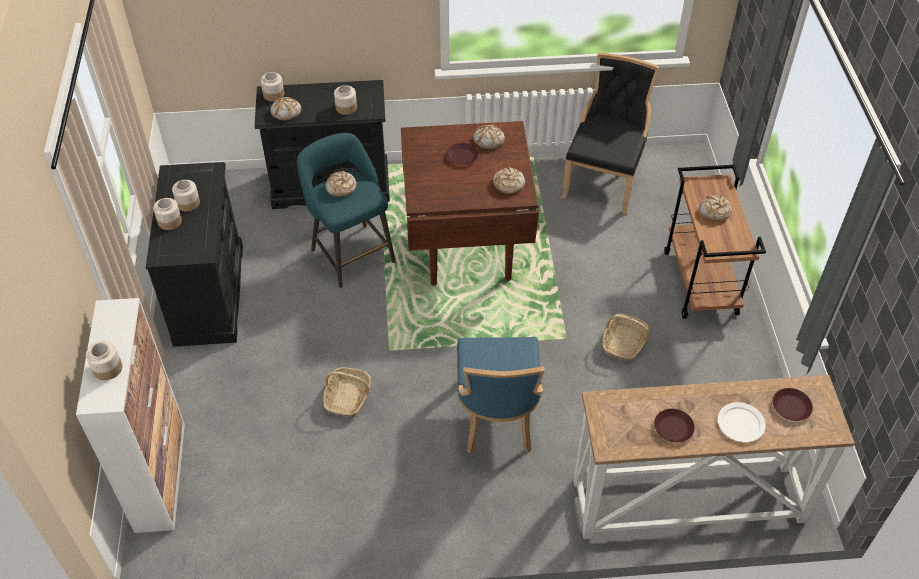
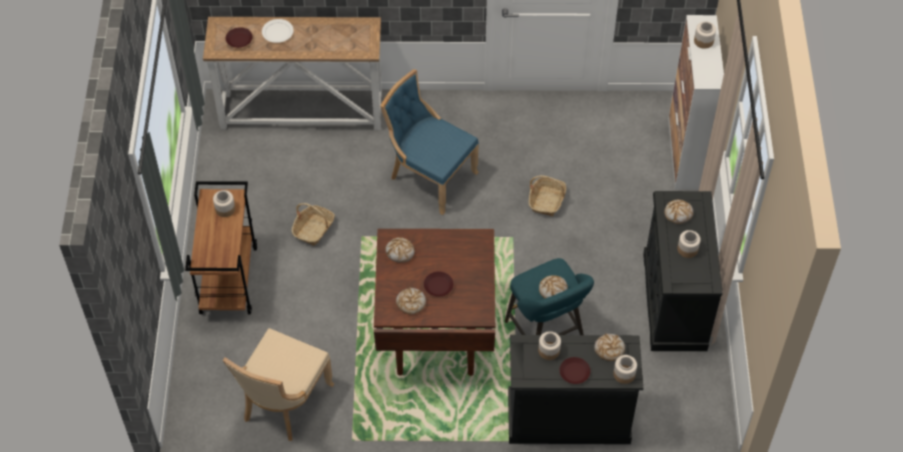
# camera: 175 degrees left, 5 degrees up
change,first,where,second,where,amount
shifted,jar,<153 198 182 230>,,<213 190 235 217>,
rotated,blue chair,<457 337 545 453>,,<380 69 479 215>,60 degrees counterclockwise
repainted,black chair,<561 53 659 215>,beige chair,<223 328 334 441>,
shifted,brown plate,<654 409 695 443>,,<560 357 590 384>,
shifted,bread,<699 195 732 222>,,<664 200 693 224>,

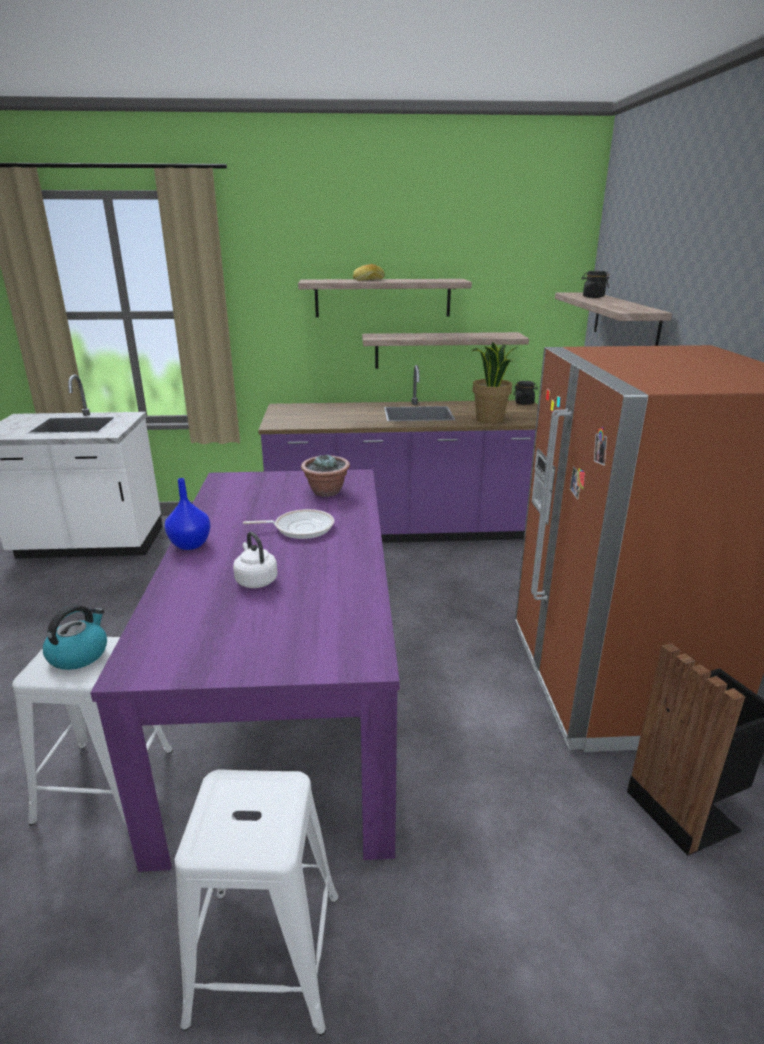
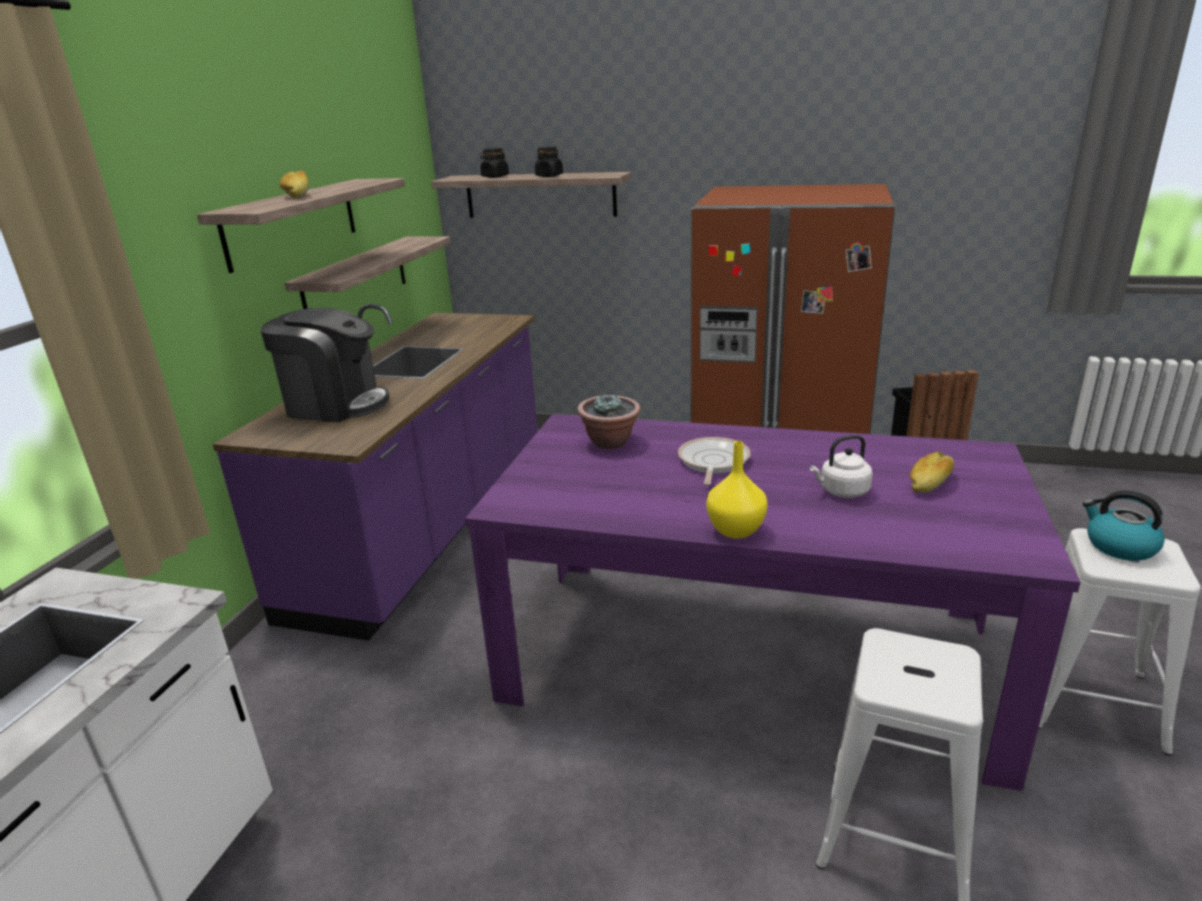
# camera: 70 degrees left, 0 degrees up
change,first,where,second,where,amount
shifted,kettle,<43 604 107 670>,,<1083 490 1165 561>,
repainted,blue vase,<165 478 211 550>,yellow vase,<706 441 768 539>,
gone,potted plant,<471 342 517 424>,,,
shifted,black jar,<513 381 538 405>,,<535 146 563 177>,
new,,,coffee machine,<261 308 389 422>,
new,,,bread,<910 451 954 493>,

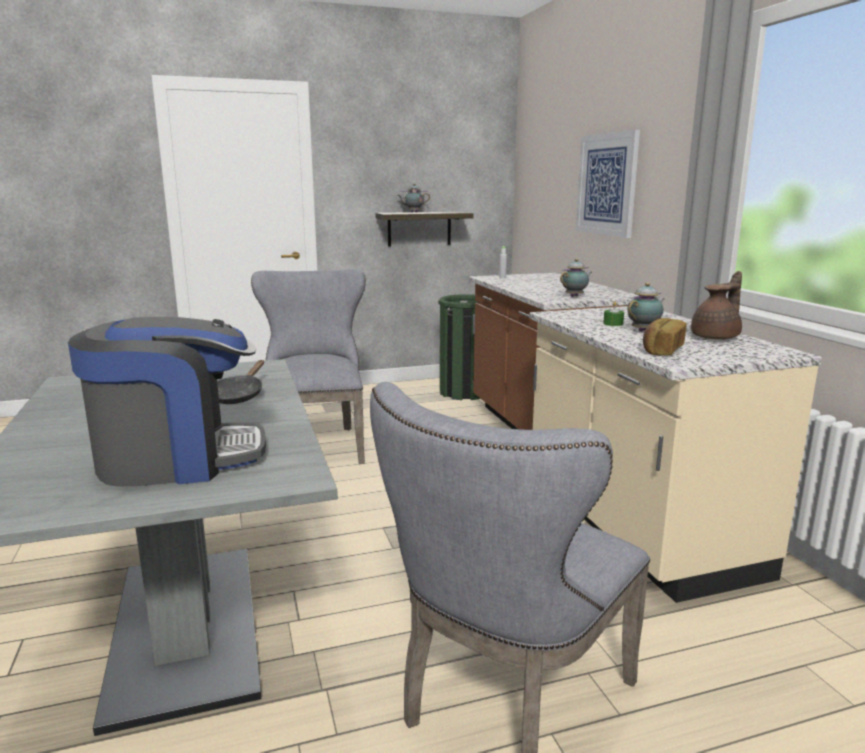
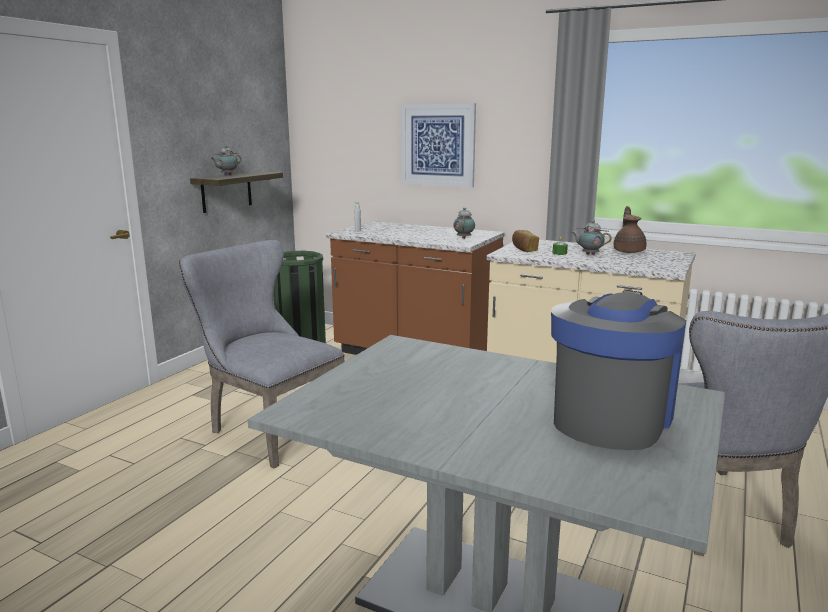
# camera: 45 degrees left, 0 degrees up
change,first,where,second,where,amount
gone,black frying pan,<217 360 264 404>,,,
rotated,teapot,<627 282 665 332>,,<572 220 612 255>,60 degrees counterclockwise
shifted,bread,<643 318 687 355>,,<512 230 539 252>,

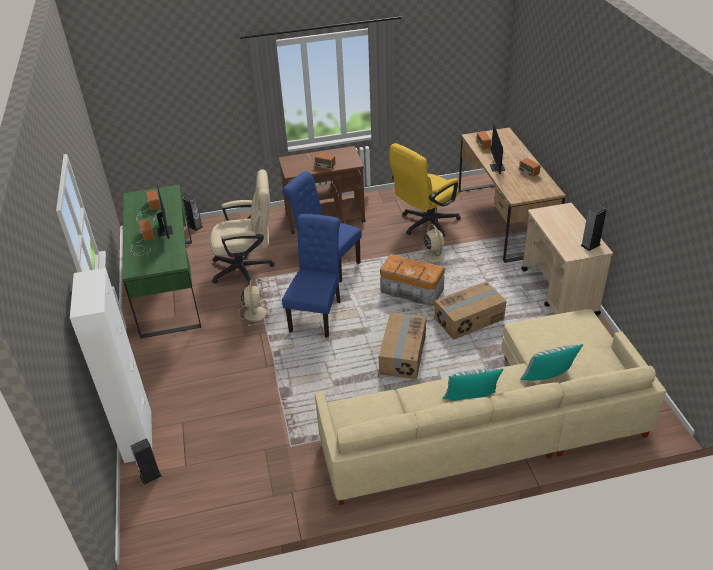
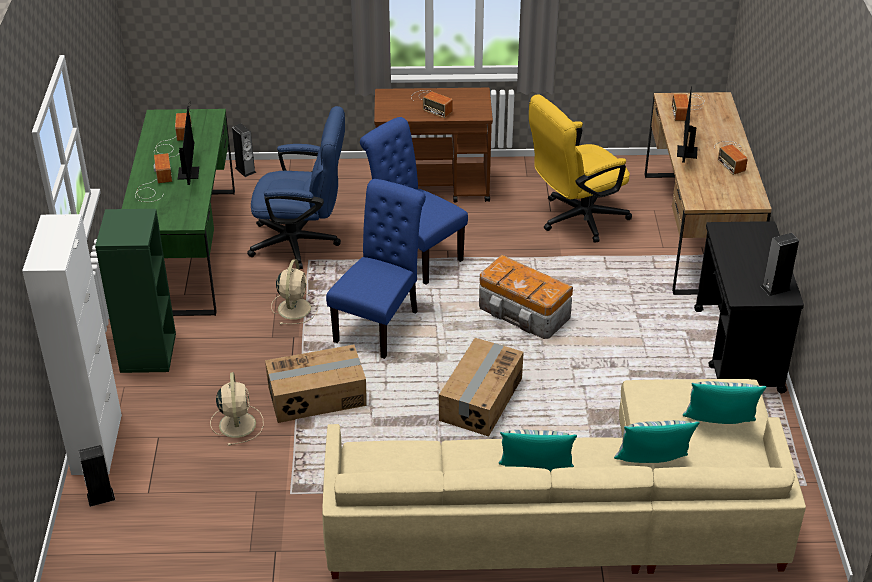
# camera: 10 degrees right, 0 degrees up
change,first,where,second,where,amount
repainted,beige office chair,<210 170 274 284>,blue office chair,<247 106 345 269>,
shifted,beige fan,<420 224 450 266>,,<210 372 264 446>,
shifted,cardboard box,<434 281 507 340>,,<265 345 367 423>,
repainted,beige cart,<521 203 613 315>,black cart,<694 221 804 393>,
new,,,green bookcase,<95 209 176 373>,
new,,,pillow,<683 381 766 424>,

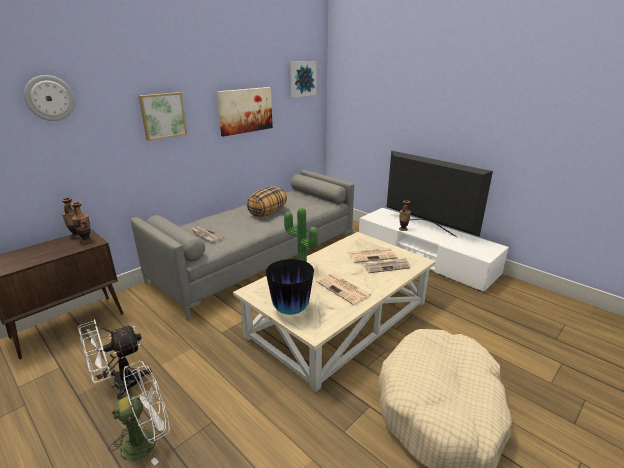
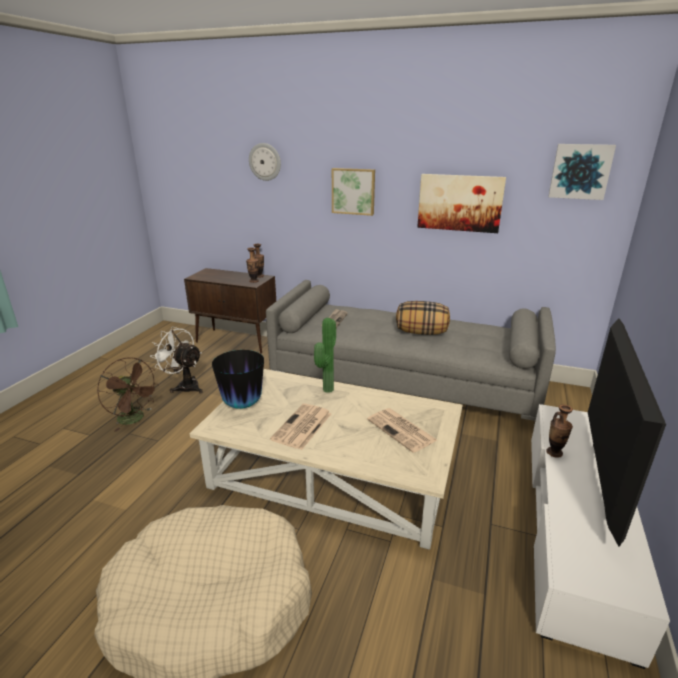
# camera: 65 degrees right, 0 degrees up
change,first,where,second,where,amount
repainted,white fan,<108 361 170 465>,brown fan,<97 357 159 432>,
gone,newspaper,<364 258 410 273>,,,

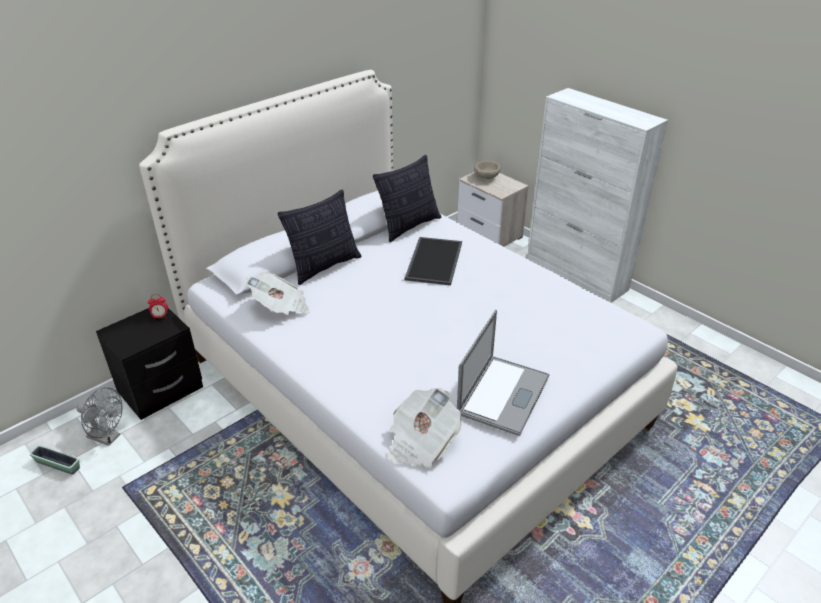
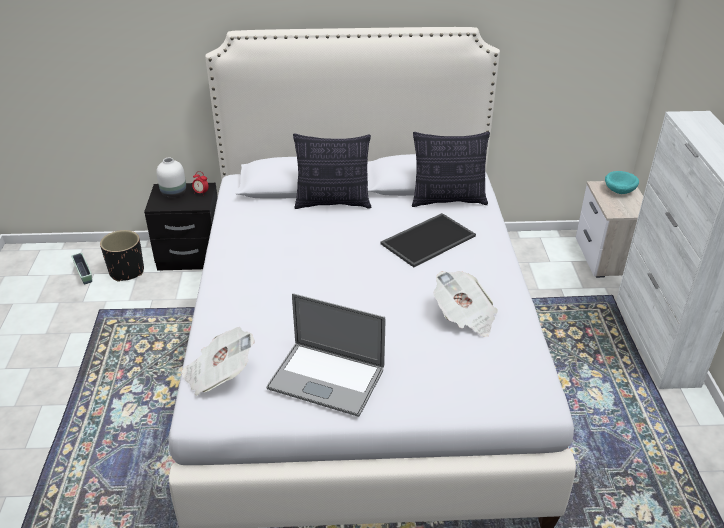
# camera: 40 degrees right, 0 degrees up
change,first,where,second,where,amount
swapped,grey fan,<76 387 123 446>,black planter,<100 230 144 282>,
shifted,newspaper,<246 273 310 315>,,<433 271 498 337>,
rotated,laptop,<457 310 550 436>,,<266 293 386 417>,45 degrees clockwise
repainted,beige bowl,<474 161 501 179>,turquoise bowl,<605 171 639 194>,
new,,,white vase,<156 158 186 197>,

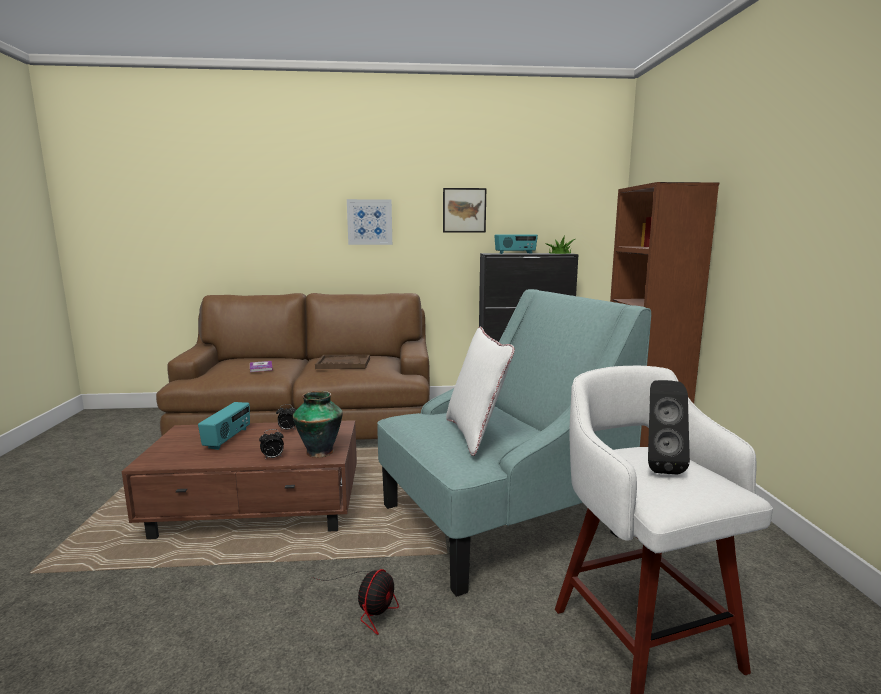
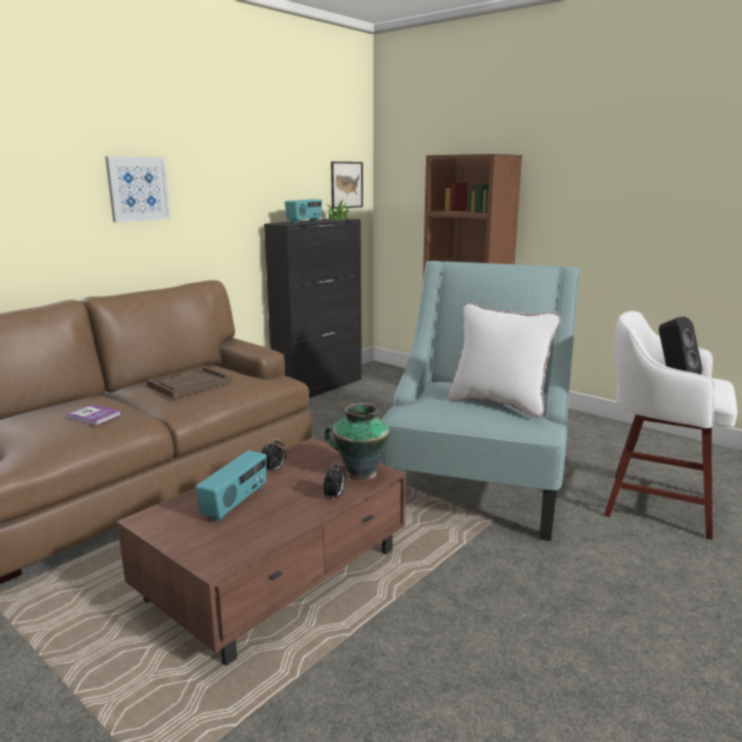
# camera: 45 degrees left, 5 degrees up
change,first,where,second,where,amount
rotated,radio,<198 402 250 450>,,<195 450 267 522>,60 degrees clockwise
gone,fan,<312 569 399 635>,,,
shifted,picture,<443 188 486 232>,,<331 162 363 209>,

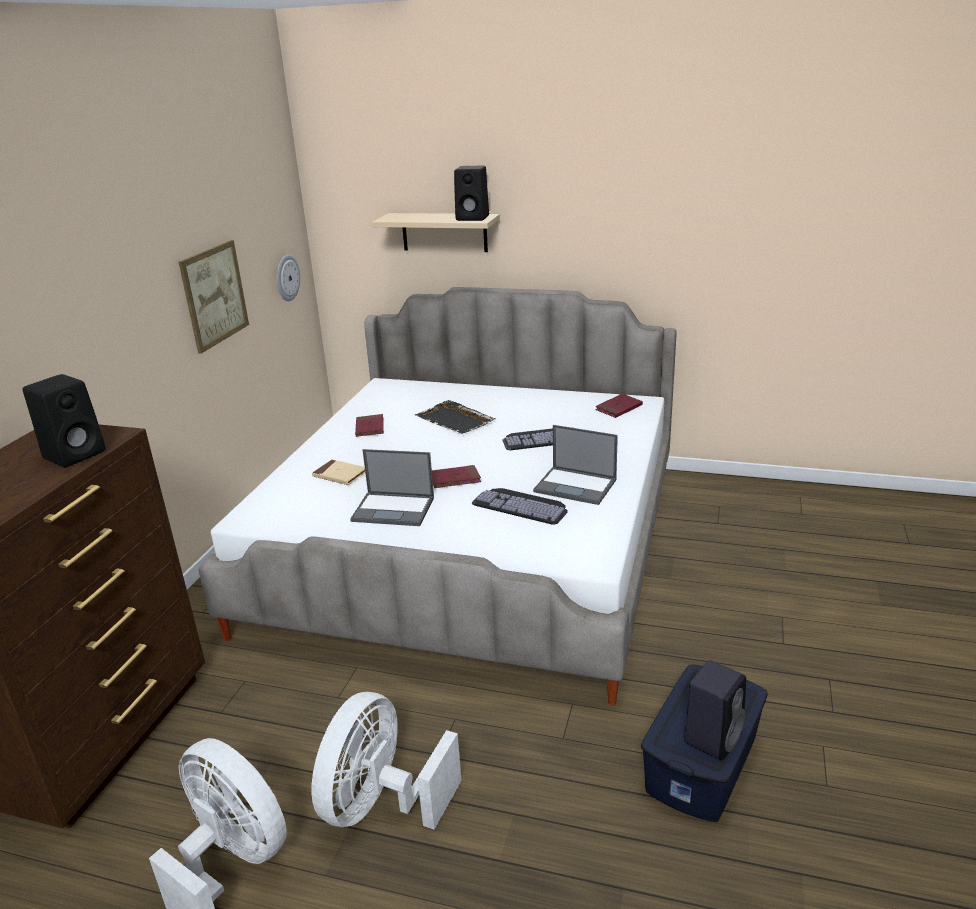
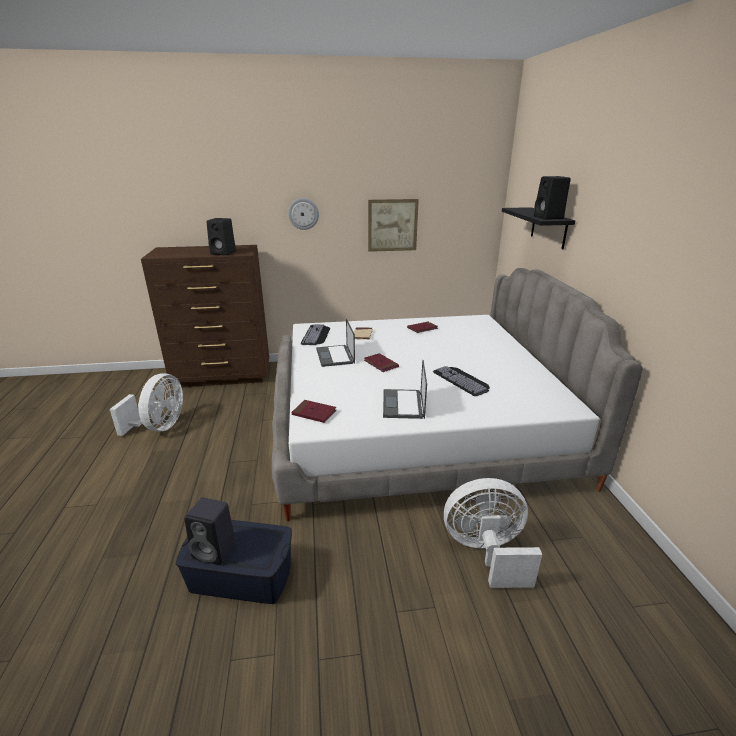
# camera: 65 degrees right, 0 degrees up
change,first,where,second,where,amount
shifted,wall clock,<277 254 300 301>,,<288 198 319 230>,
shifted,white fan,<312 692 462 830>,,<444 478 542 588>,
repainted,beige shelf,<372 213 500 252>,black shelf,<502 207 575 249>,
gone,black tray,<415 400 496 434>,,,
shifted,keyboard,<472 488 567 525>,,<301 324 330 345>,
shifted,red book,<595 394 643 418>,,<291 400 336 423>,

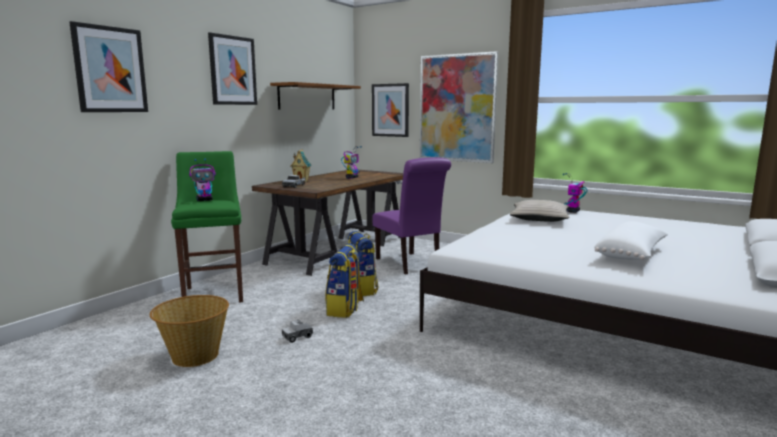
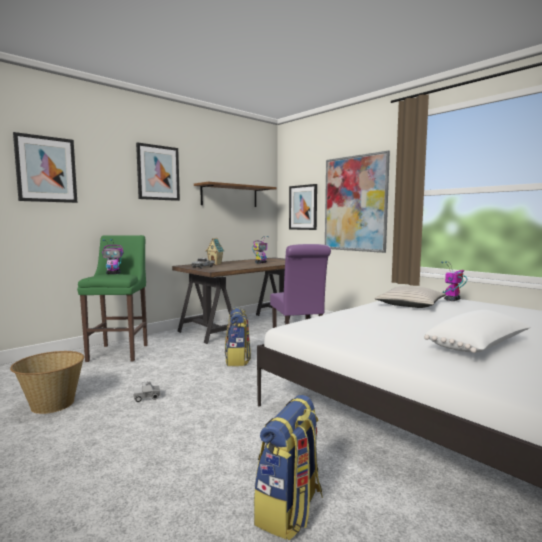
# camera: 15 degrees right, 5 degrees down
change,first,where,second,where,amount
shifted,backpack,<325 244 364 318>,,<253 395 323 540>,

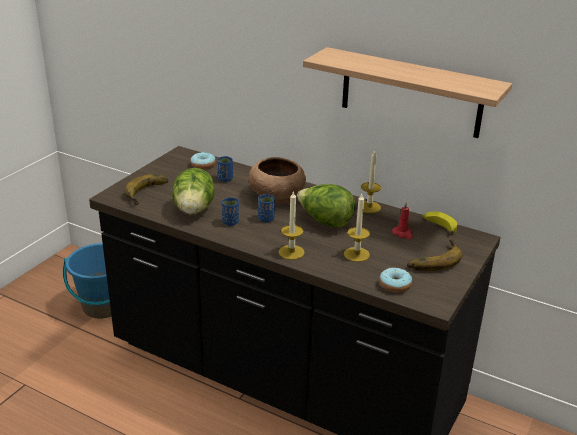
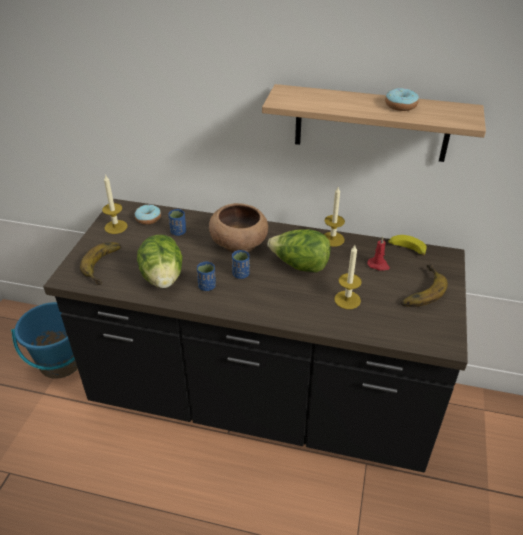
# camera: 15 degrees left, 10 degrees up
change,first,where,second,where,amount
shifted,candle,<279 190 305 260>,,<102 174 128 234>,
shifted,donut,<379 268 412 293>,,<385 88 419 111>,

